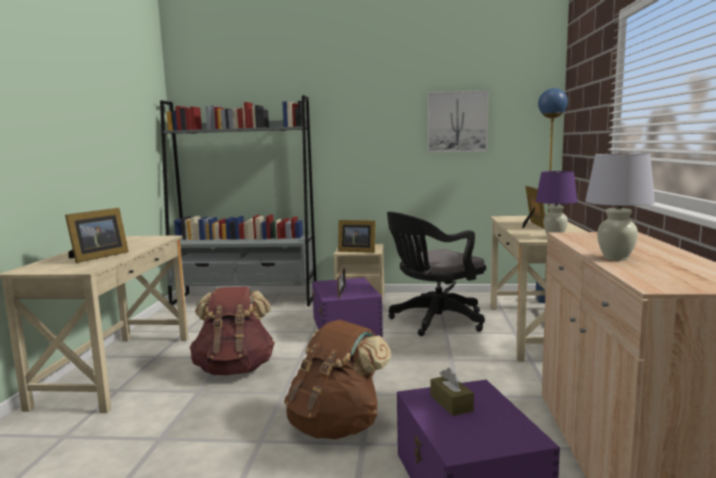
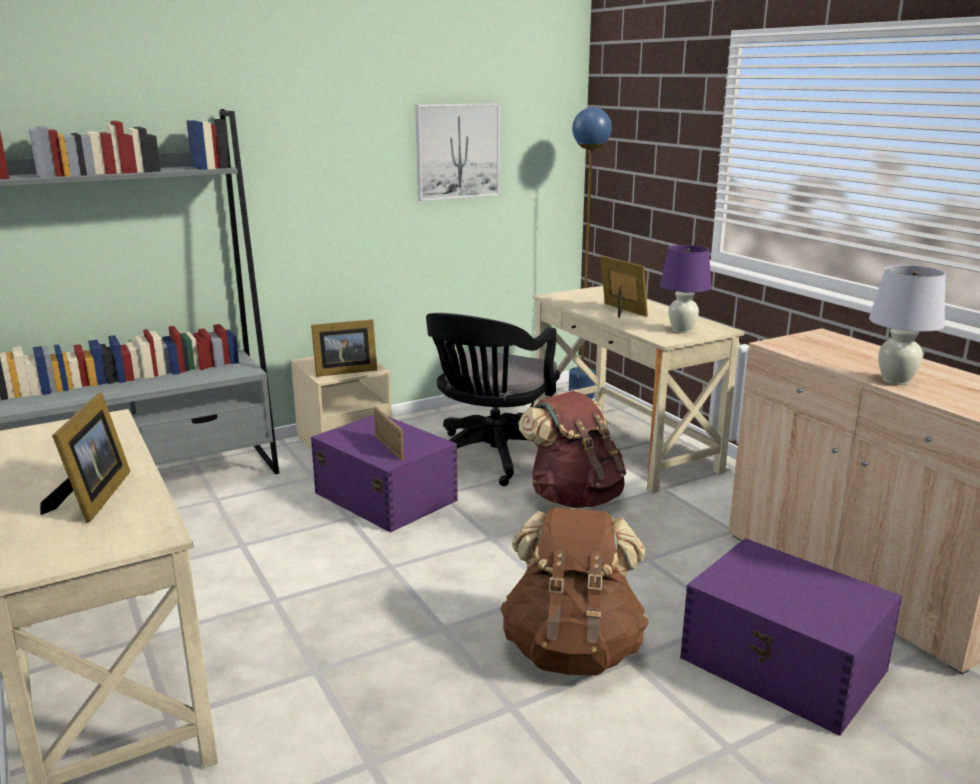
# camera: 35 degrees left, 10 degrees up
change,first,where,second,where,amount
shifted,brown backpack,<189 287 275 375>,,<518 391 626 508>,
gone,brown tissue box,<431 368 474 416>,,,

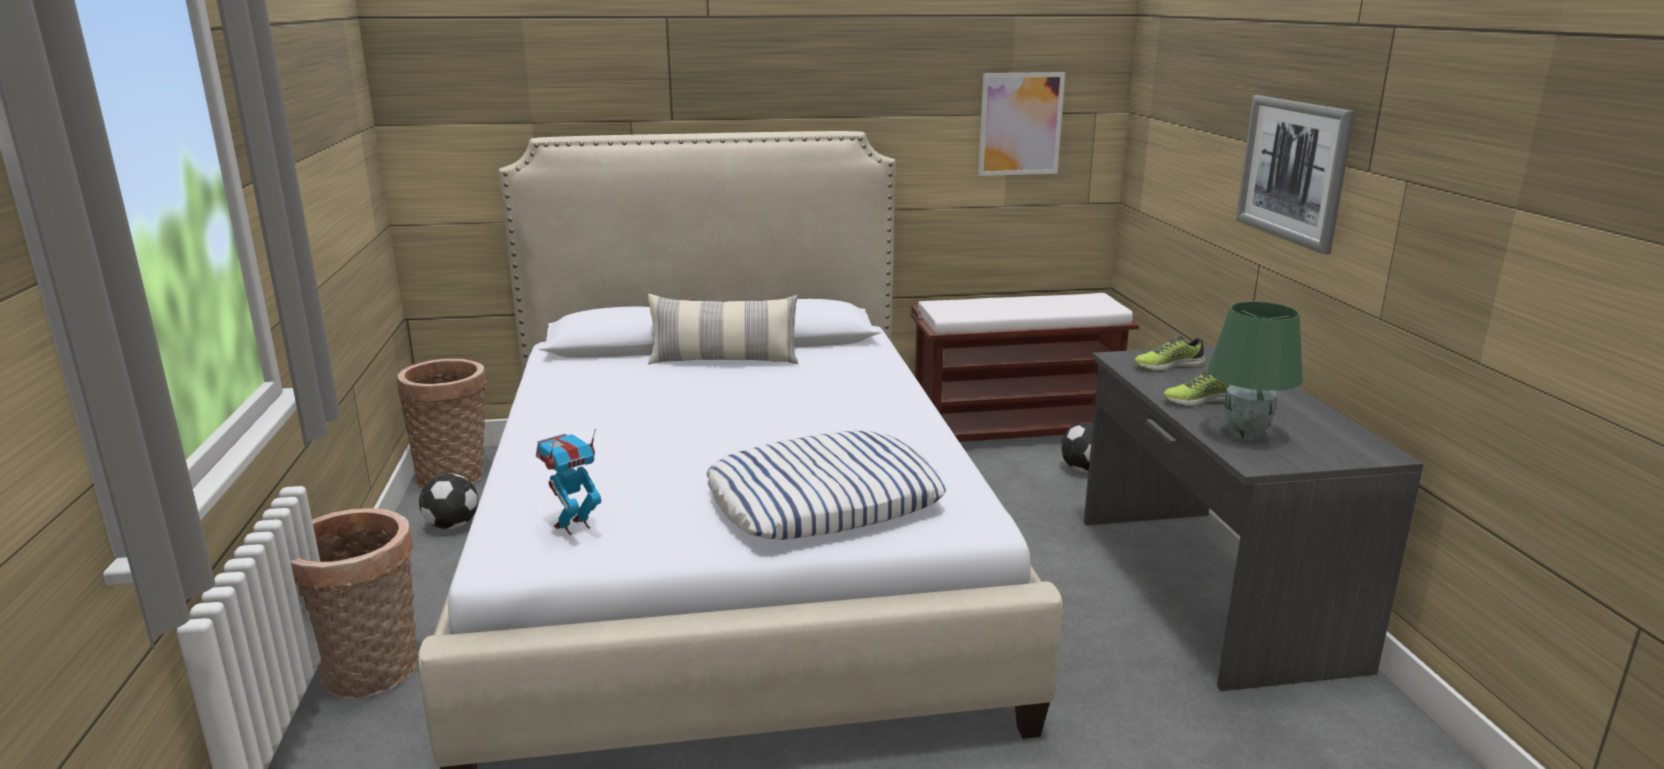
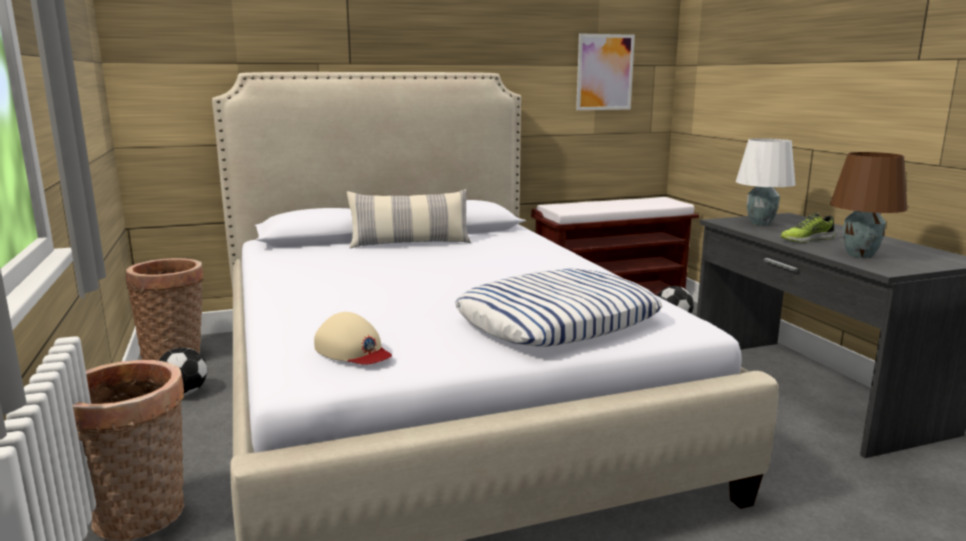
# camera: 10 degrees left, 5 degrees down
change,first,where,second,where,amount
swapped,toy robot,<536 429 601 535>,beige cap,<314 312 392 365>,
swapped,shoe,<1134 335 1205 371>,white table lamp,<736 138 795 226>,
repainted,green table lamp,<1208 302 1303 441>,brown table lamp,<830 152 907 258>,
gone,picture,<1236 95 1355 254>,,,

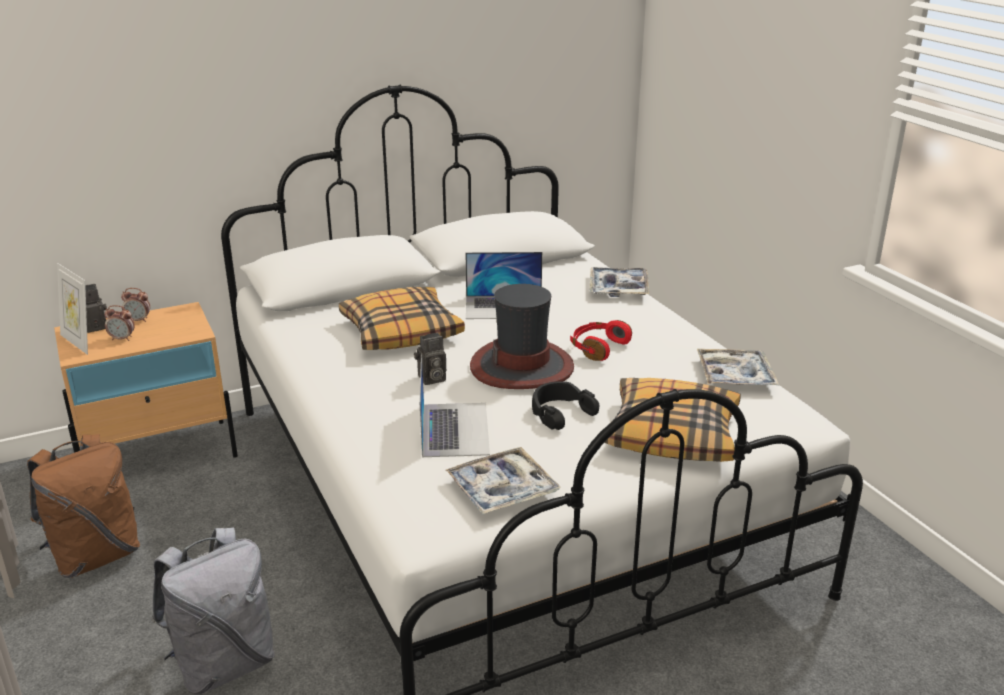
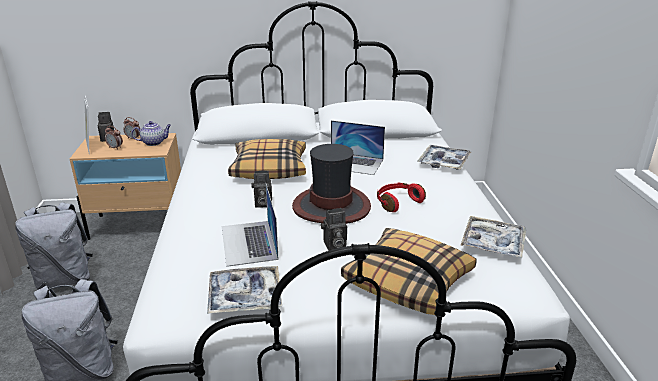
# camera: 20 degrees right, 0 degrees up
change,first,where,second,where,amount
repainted,brown backpack,<27 434 140 578>,grey backpack,<15 202 93 289>,
rotated,laptop,<420 353 490 457>,,<222 184 279 267>,150 degrees clockwise
swapped,black headphones,<532 381 599 430>,photo camera,<321 208 347 251>,
new,,,teapot,<131 121 171 146>,

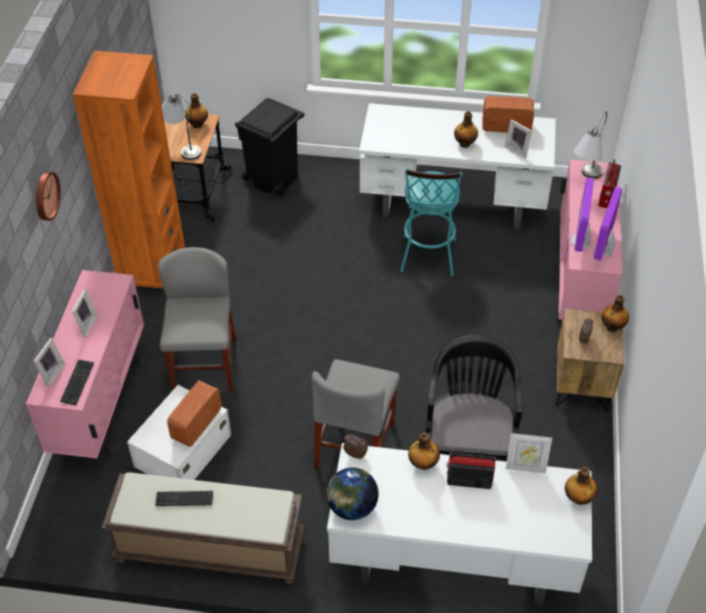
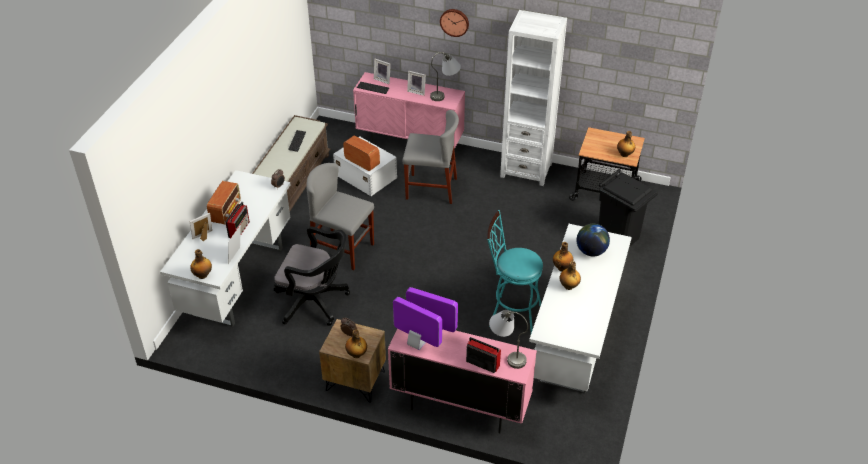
# camera: 100 degrees right, 5 degrees down
change,first,where,second,where,amount
repainted,orange bookcase,<73 51 185 293>,white bookcase,<500 10 567 186>,
shifted,grey table lamp,<162 94 201 160>,,<430 52 461 101>,
shifted,globe,<326 468 379 520>,,<577 224 610 256>,
shifted,bottle,<408 433 440 470>,,<553 242 573 271>,
shifted,radio,<483 96 534 133>,,<207 181 241 224>,
shifted,picture frame,<504 119 532 159>,,<189 213 212 241>,

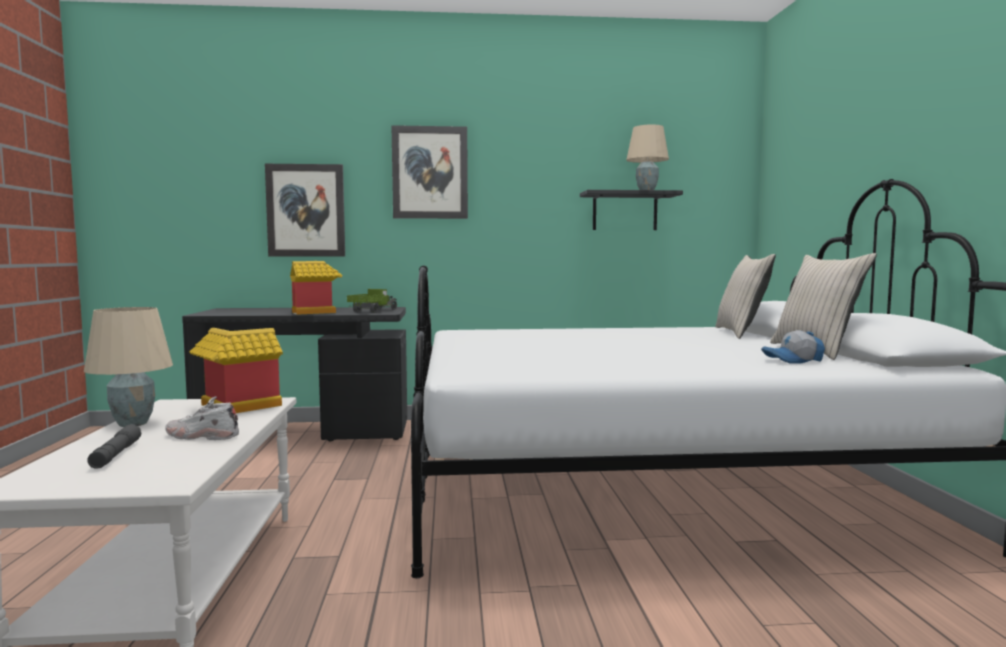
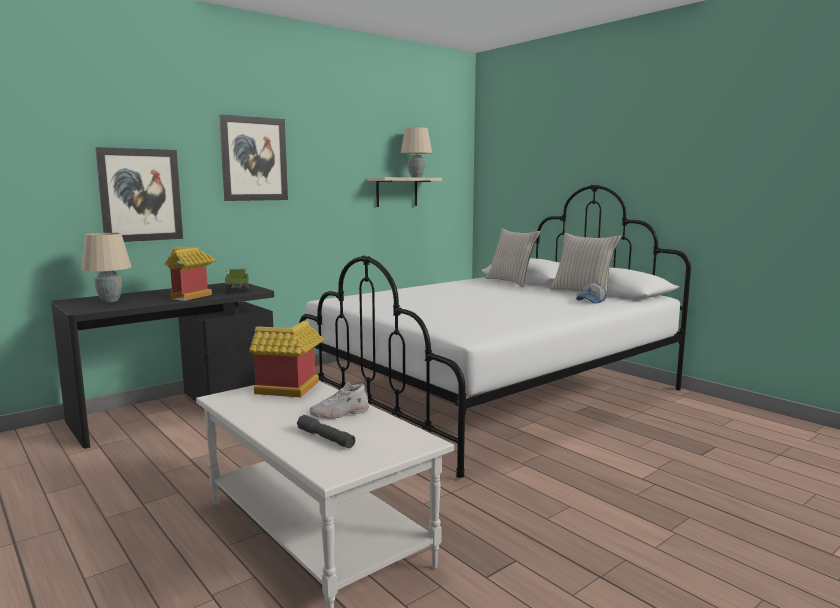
# camera: 35 degrees left, 5 degrees up
change,first,where,second,where,amount
shifted,beige table lamp,<84 307 173 427>,,<81 233 132 302>,
repainted,black shelf,<580 190 683 230>,beige shelf,<367 177 442 207>,

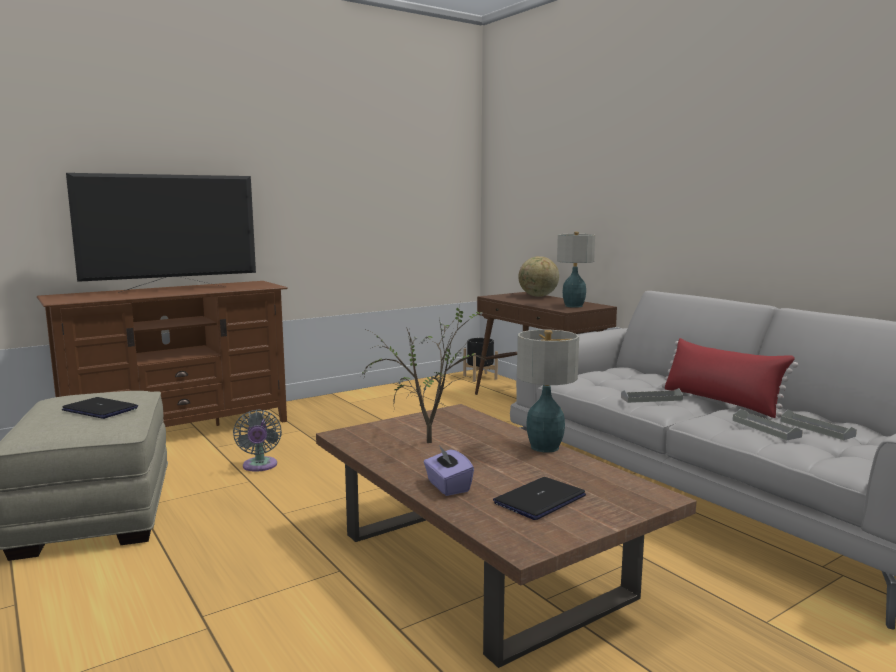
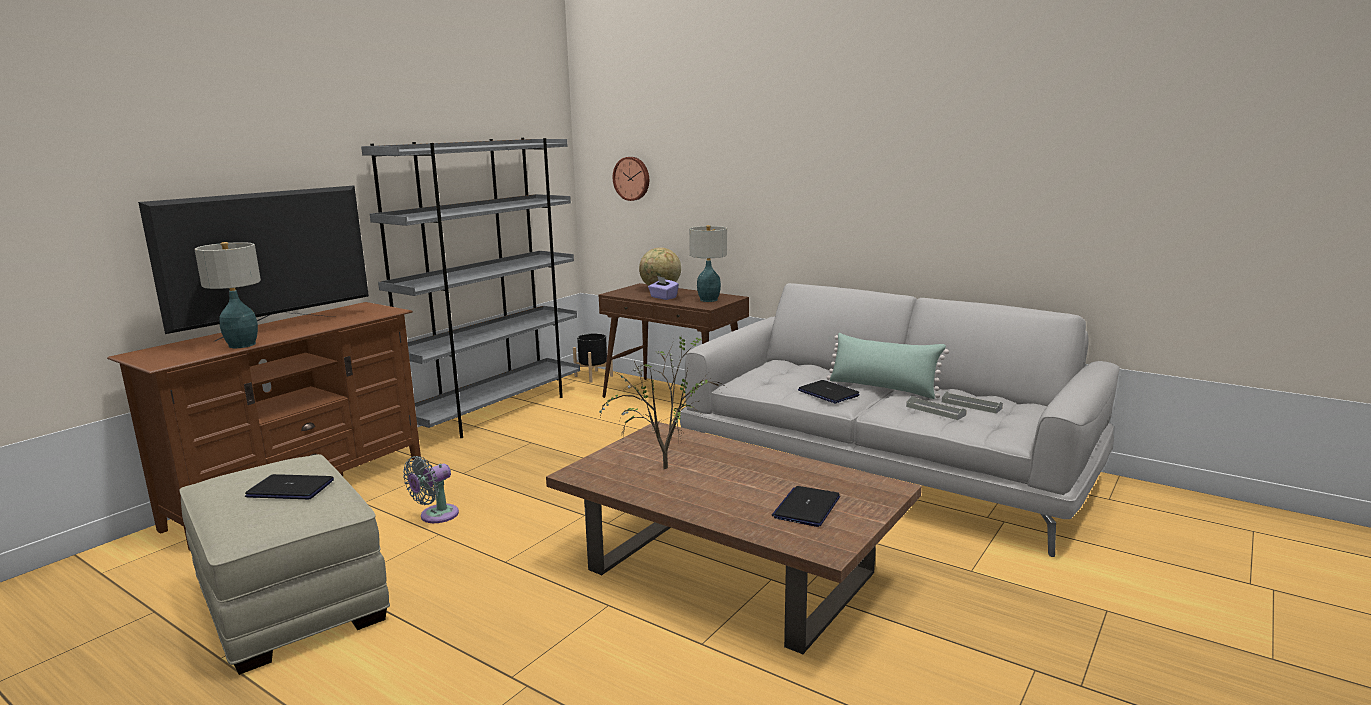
# camera: 20 degrees left, 5 degrees up
change,first,where,second,where,amount
rotated,grey fan,<233 409 282 472>,,<403 456 459 523>,75 degrees clockwise
shifted,purple tissue box,<424 445 474 496>,,<648 276 679 300>,
shifted,table lamp,<517 330 579 453>,,<195 242 261 348>,
swapped,grey tray,<621 388 683 403>,laptop,<798 380 860 404>,
repainted,red pillow,<662 338 798 418>,green pillow,<826 333 949 399>,
new,,,grey bookcase,<361 138 580 438>,
new,,,wall clock,<613 157 649 201>,

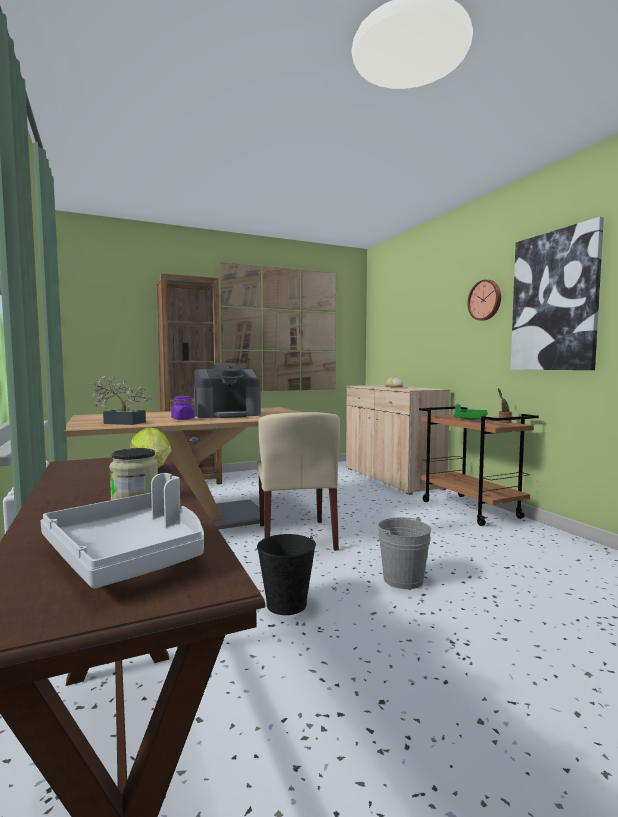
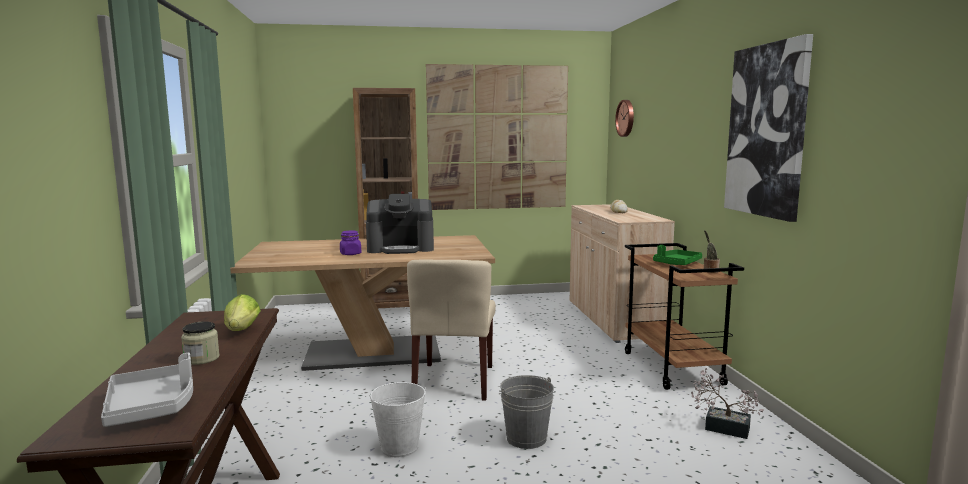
# camera: 15 degrees right, 5 degrees up
change,first,where,second,where,amount
shifted,potted plant,<90 376 152 425>,,<691 368 764 439>,
repainted,black bucket,<257 534 316 615>,white bucket,<369 382 426 458>,
shifted,wall clock,<468 280 501 321>,,<615 100 634 137>,

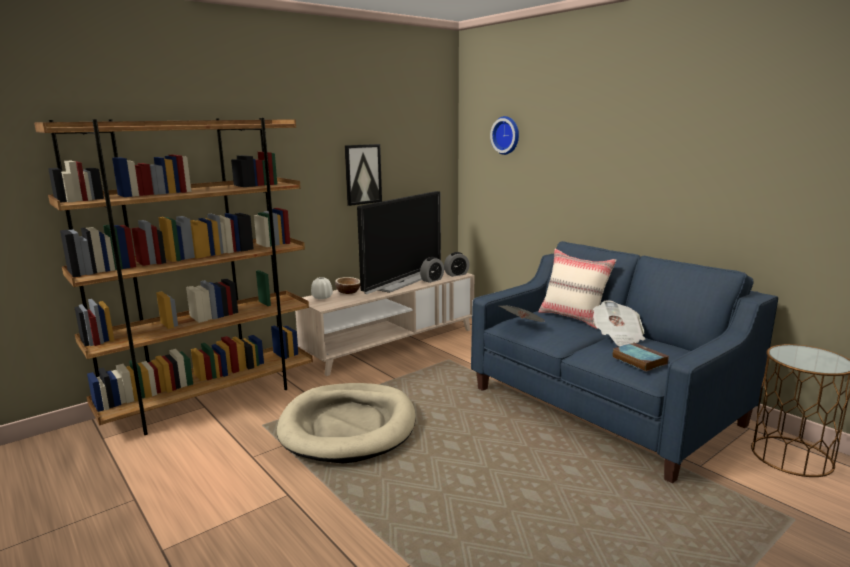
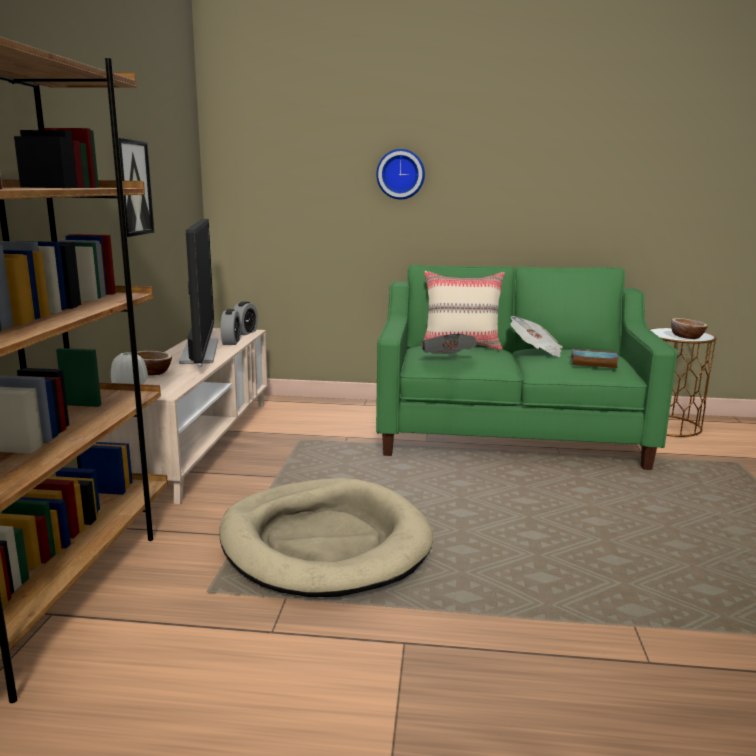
# camera: 45 degrees left, 0 degrees up
change,first,where,second,where,amount
repainted,blue sofa,<471 241 778 483>,green sofa,<376 265 677 470>,
shifted,wall clock,<490 116 519 155>,,<376 149 425 199>,
new,,,bowl,<671 318 708 339>,

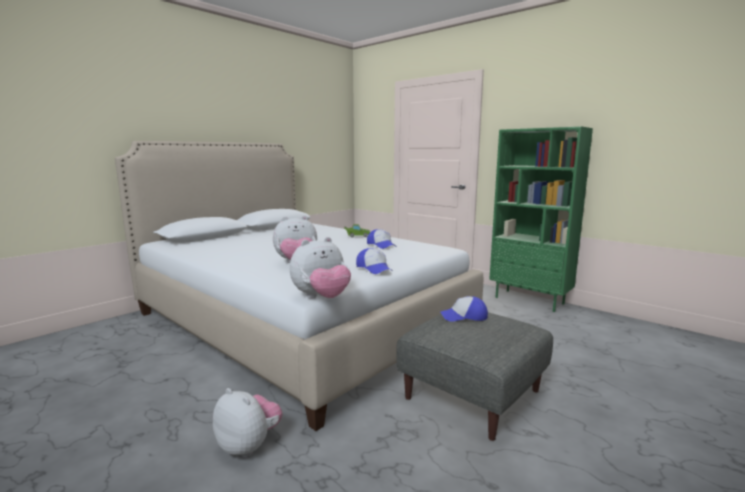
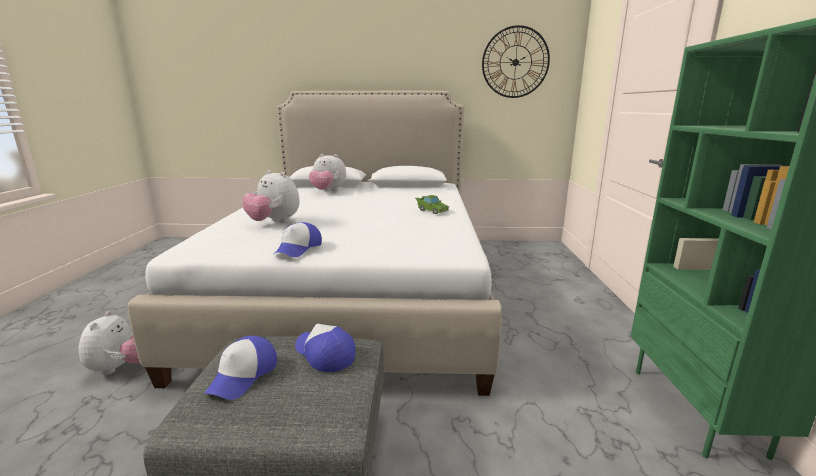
# camera: 50 degrees right, 5 degrees up
change,first,where,second,where,amount
shifted,plush toy,<290 237 351 299>,,<309 154 346 191>,
shifted,cap,<367 229 397 249>,,<204 336 277 400>,
new,,,wall clock,<482 25 550 98>,

